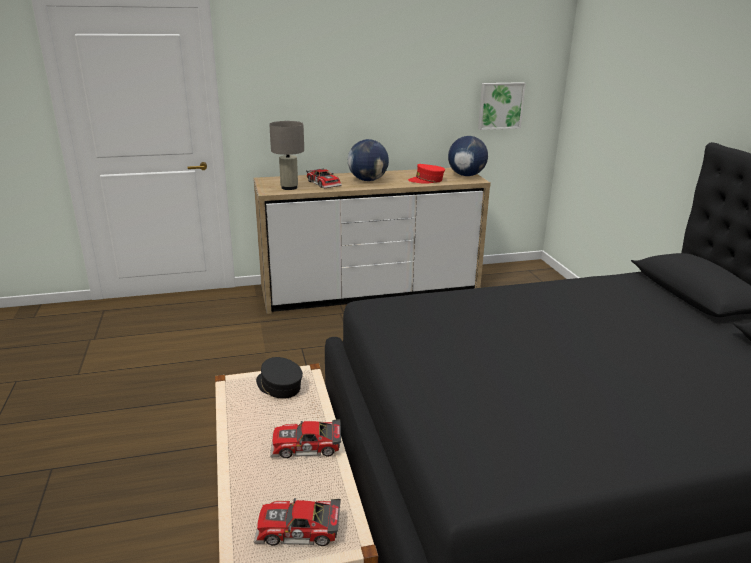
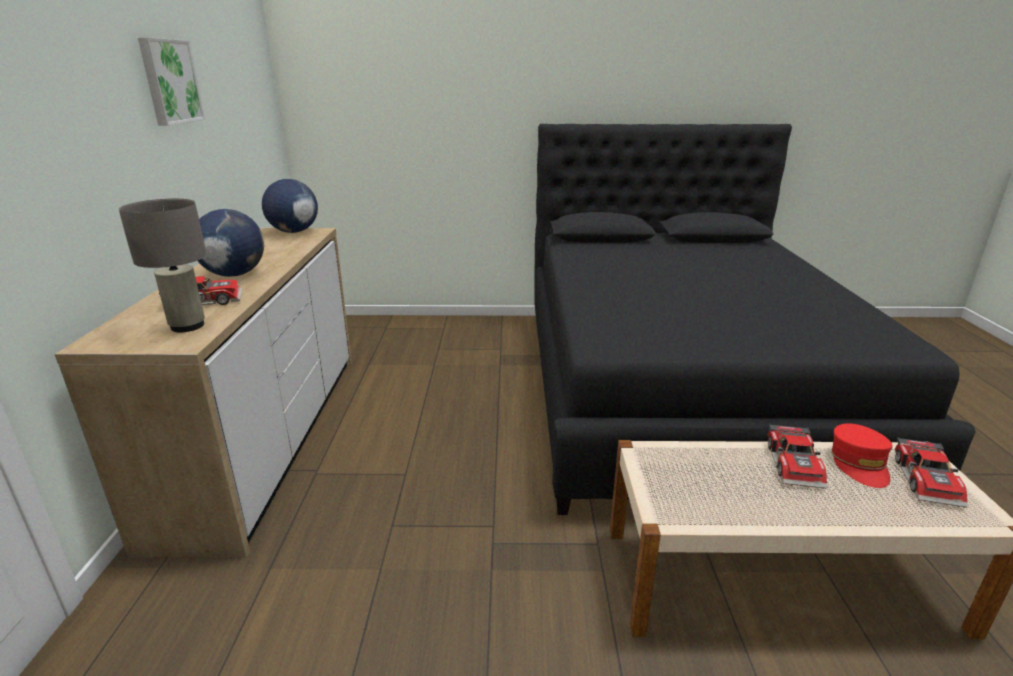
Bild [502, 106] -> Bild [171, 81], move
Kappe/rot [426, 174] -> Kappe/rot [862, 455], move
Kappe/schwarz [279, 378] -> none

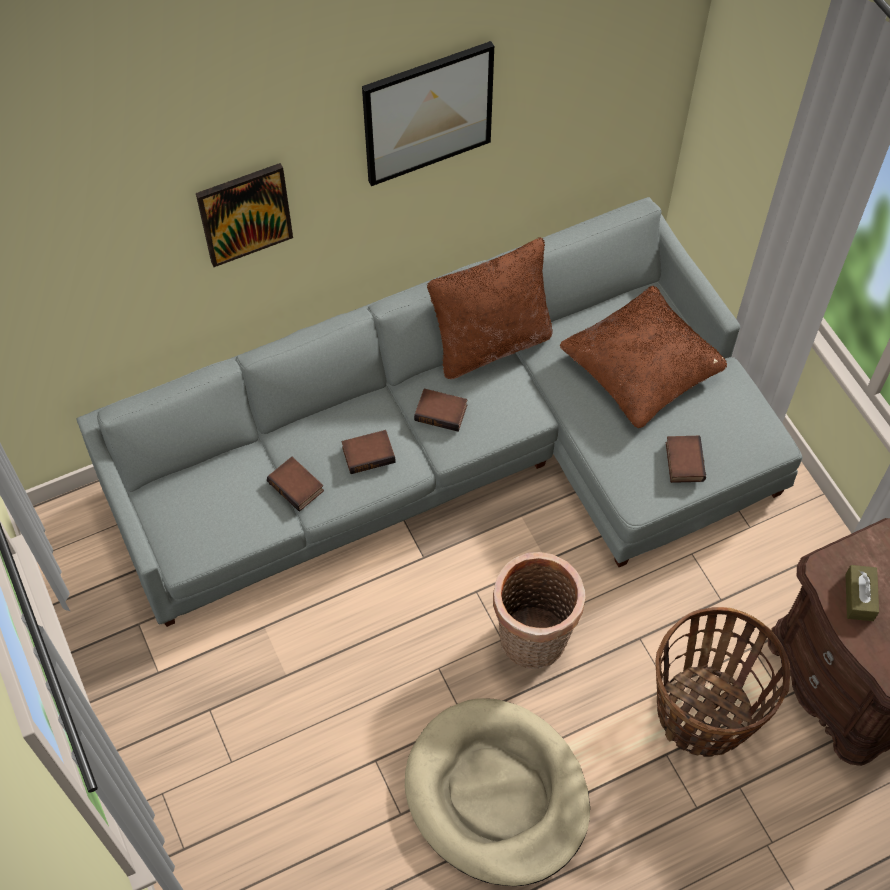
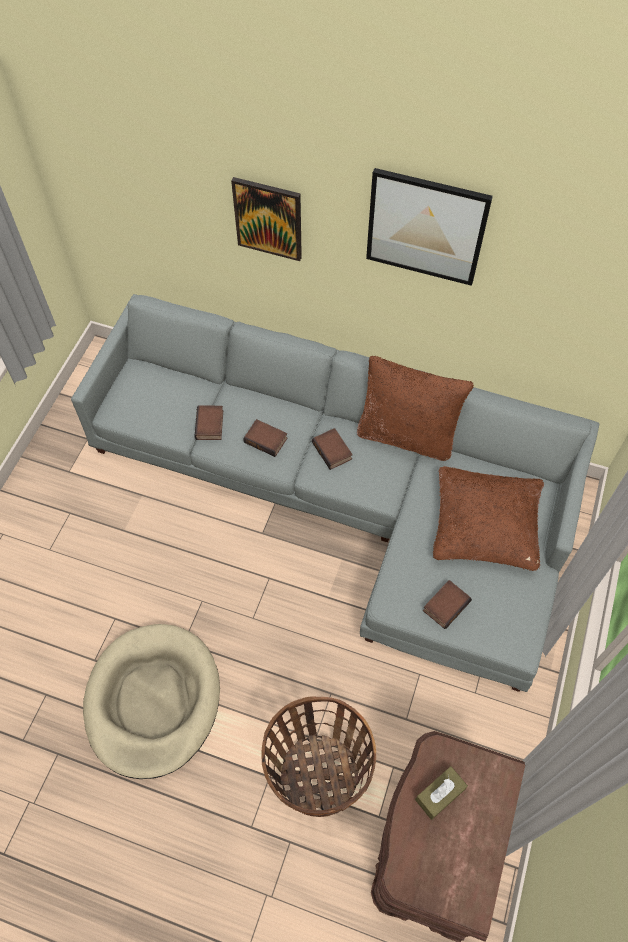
Korb [539, 610] -> none

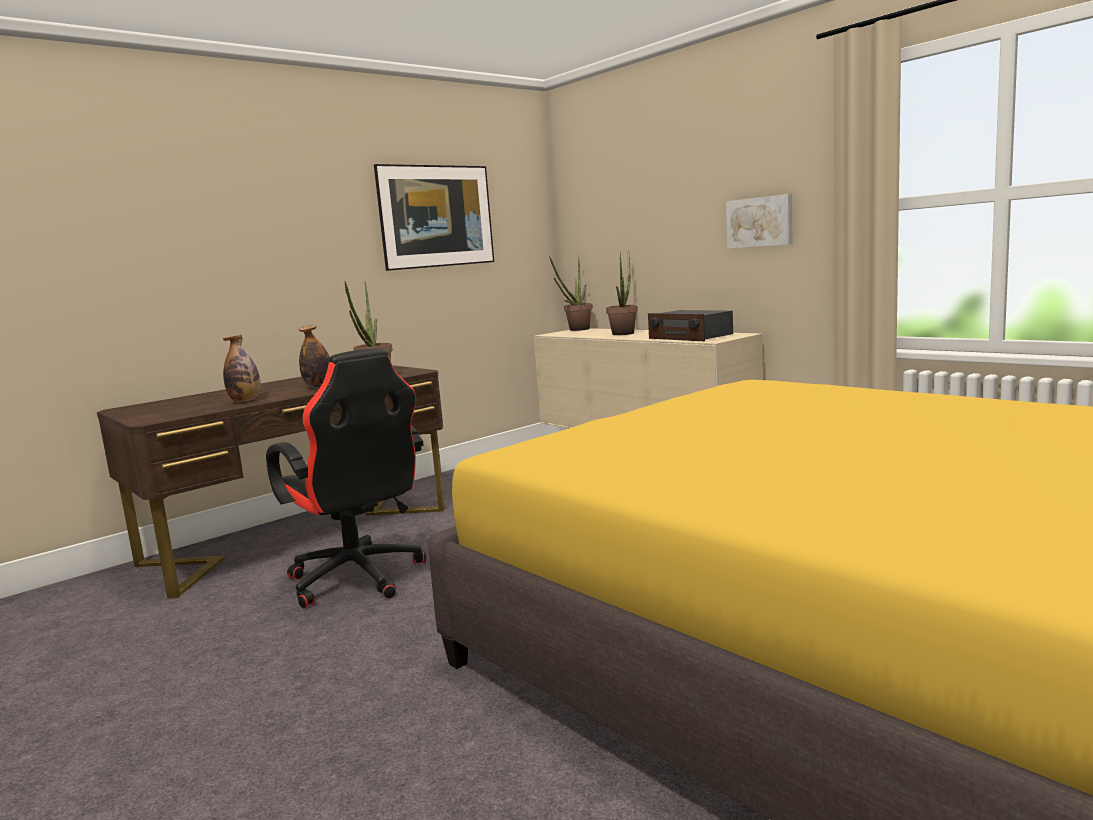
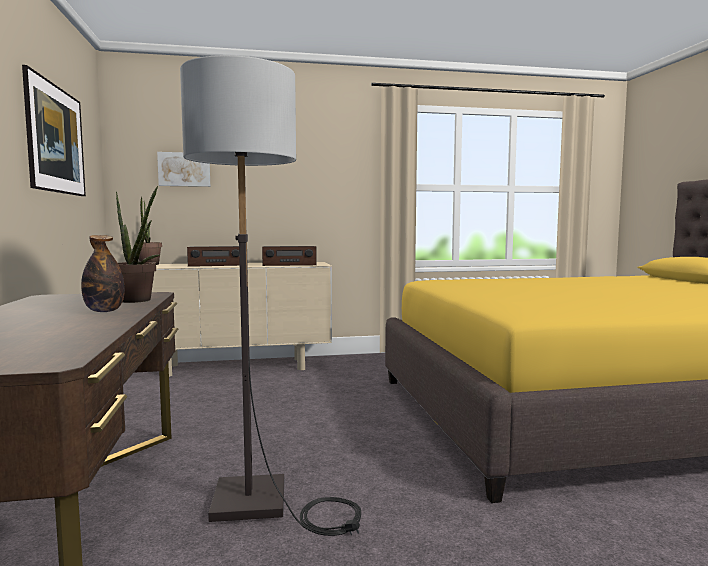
Bild [759, 221] -> Bild [183, 169], move
Bürostuhl/schwarz [346, 478] -> Stehlampe [270, 295]
Topfpflanze [622, 292] -> Radio [213, 256]
Flasche [242, 368] -> none

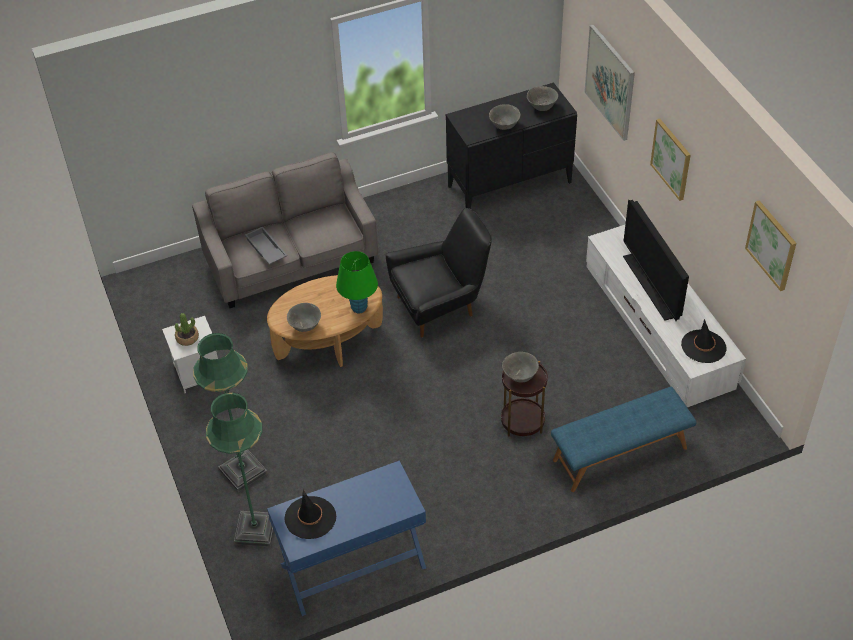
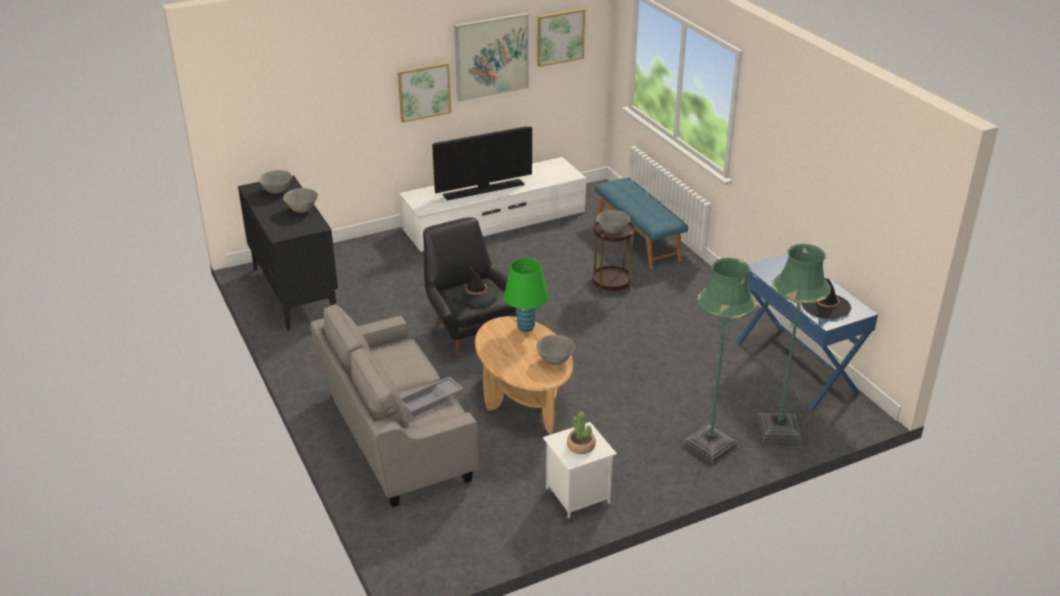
Bild [609, 82] -> Bild [491, 57], move
Hut/schwarz [704, 341] -> Hut/schwarz [476, 286], move

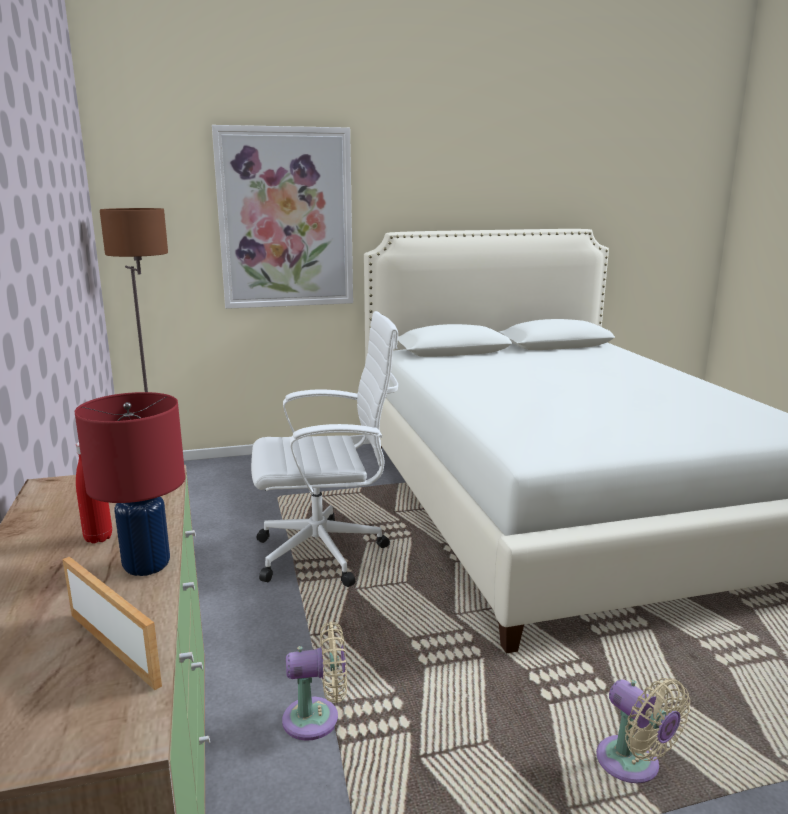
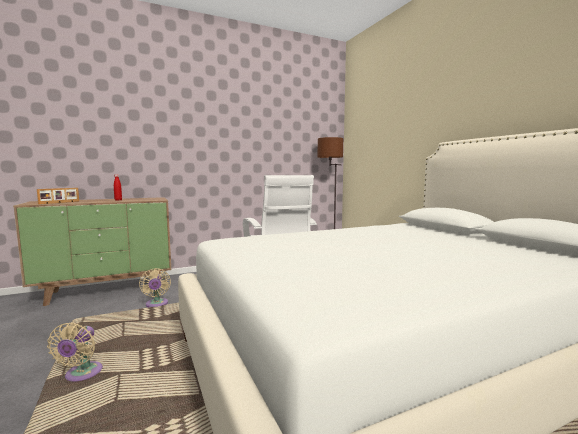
Ventilator/beige [643, 730] -> Ventilator/beige [75, 352], 45 degrees counterclockwise
Tischlampe/rot [130, 484] -> none
Bild [282, 217] -> none

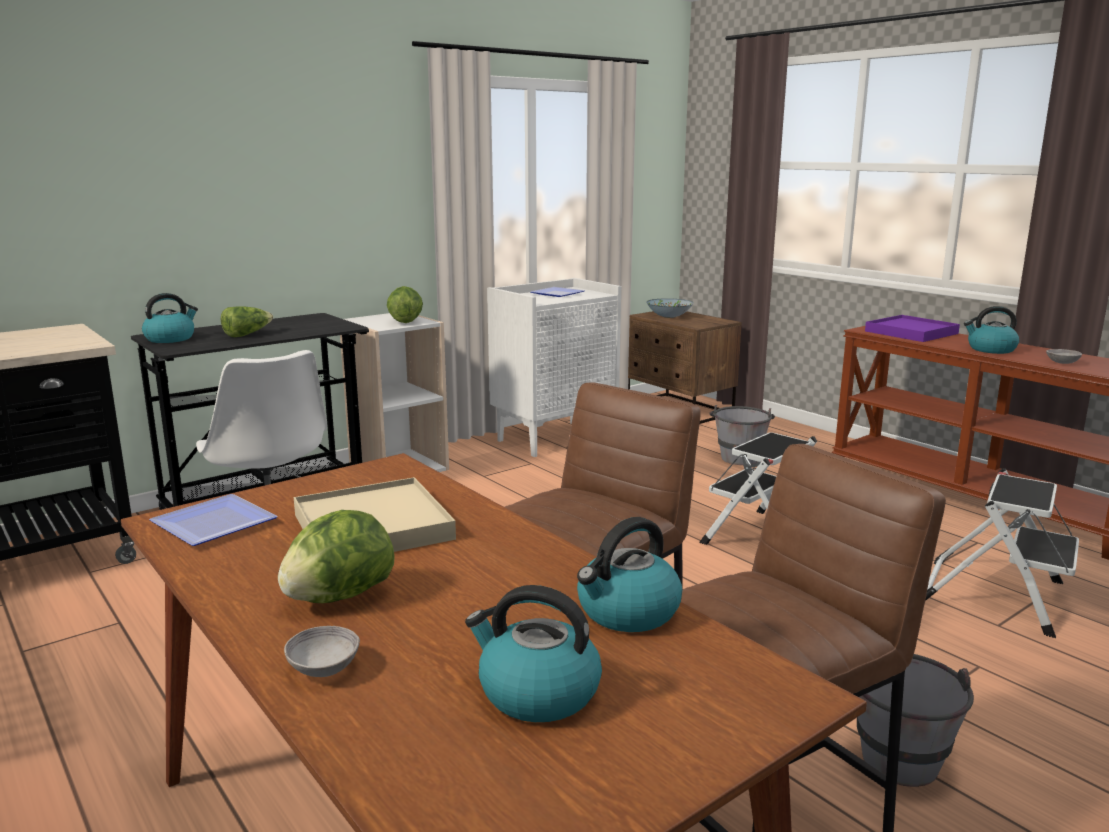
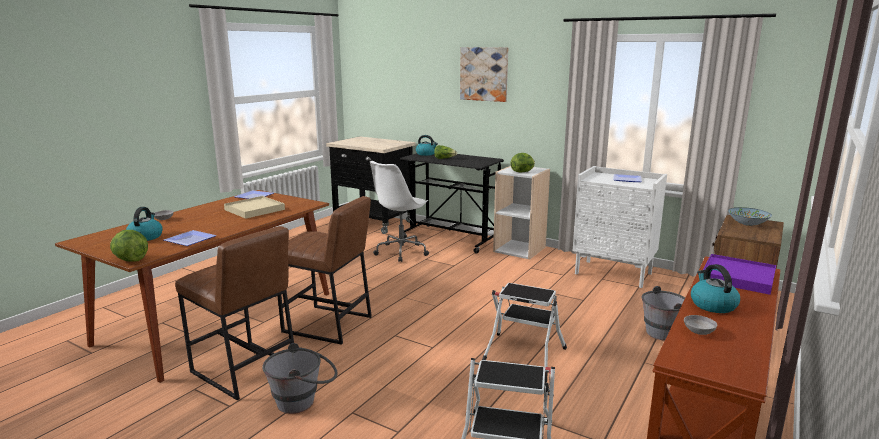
Salatkopf [336, 556] -> Salatkopf [129, 246], move
Wasserkessel [629, 574] -> Teller [190, 238]
none -> Bild [484, 74]

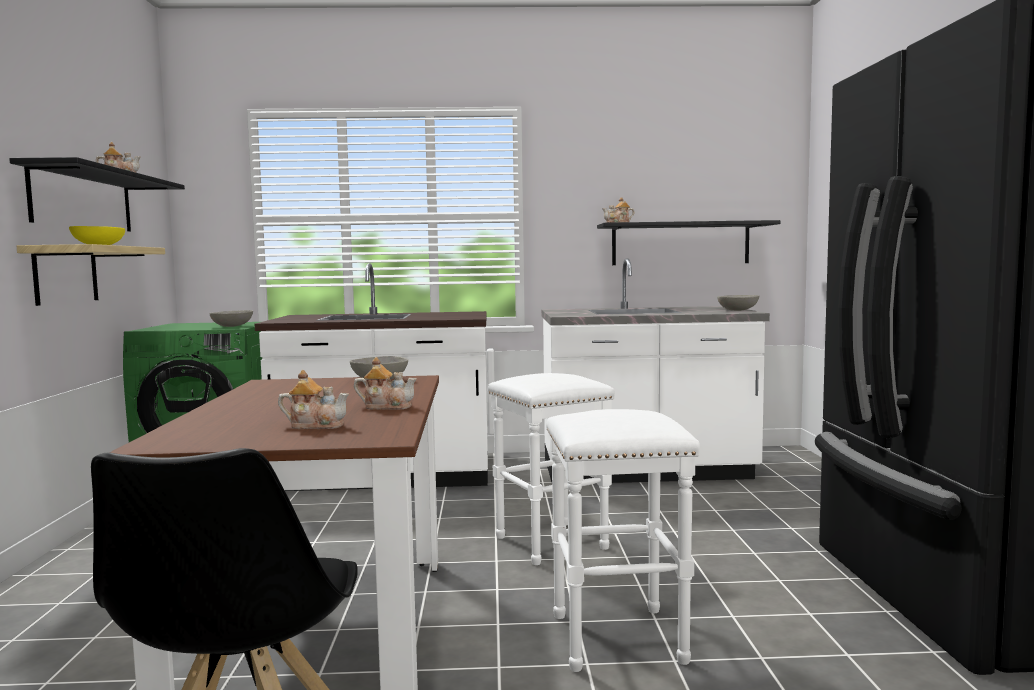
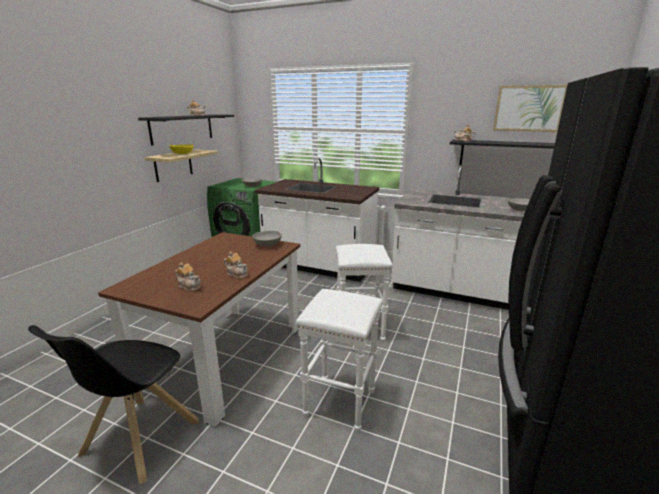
none -> Bild [530, 108]

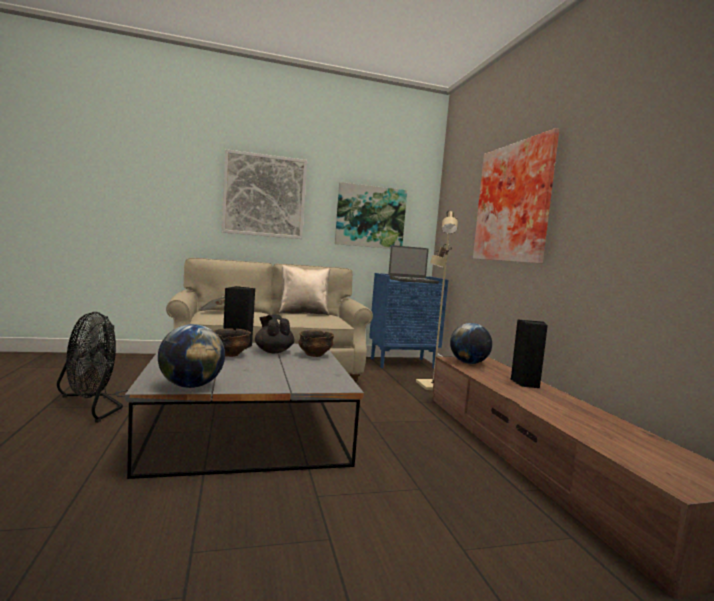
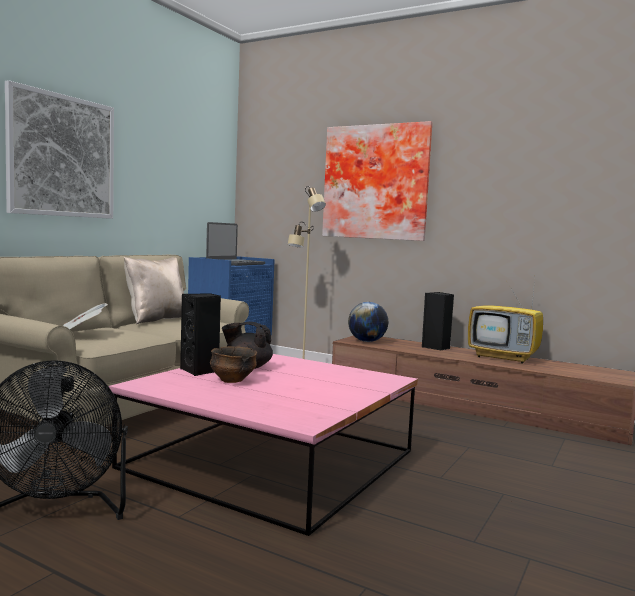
Couchtisch/grau [244, 411] -> Couchtisch/rosa [263, 445]
none -> Fernseher [505, 321]
Globus [191, 356] -> none
Schüssel [316, 343] -> none
Bild [371, 215] -> none

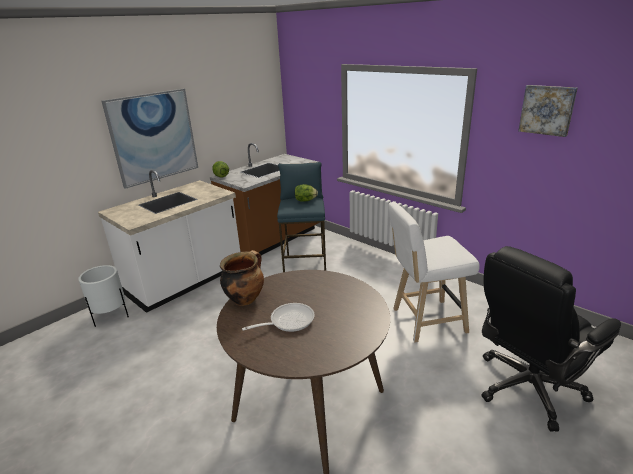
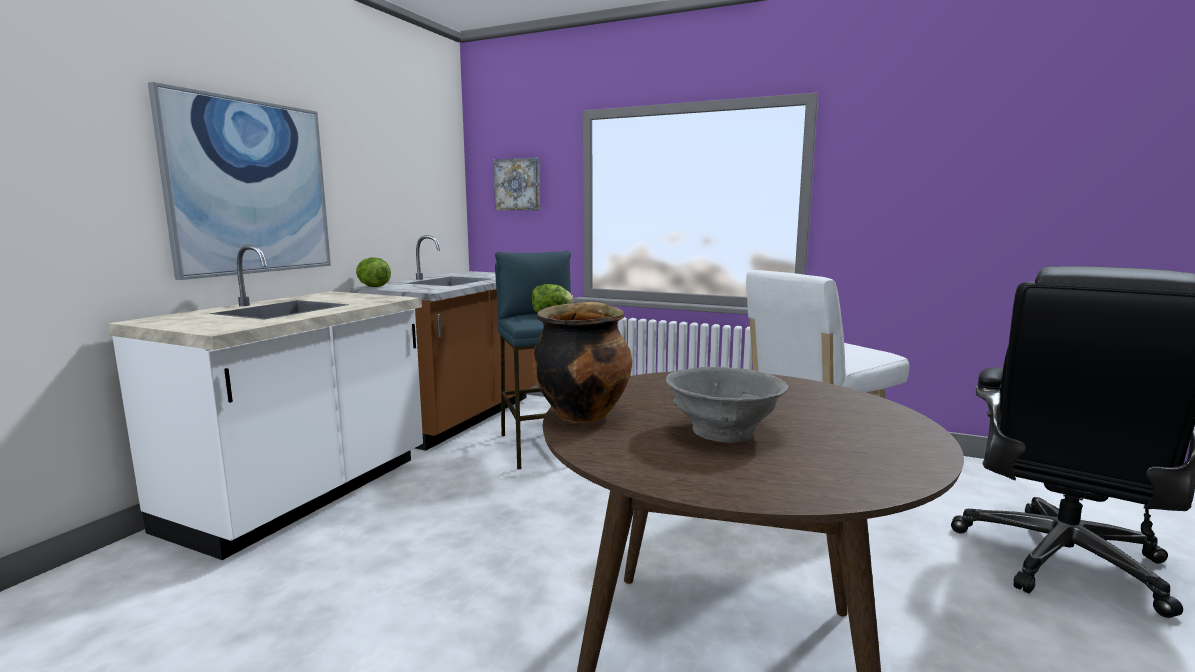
Bild [548, 111] -> Bild [516, 184], move
Pfanne [278, 317] -> Schüssel/grau [727, 405]
Pflanzkübel/weiß [103, 296] -> none

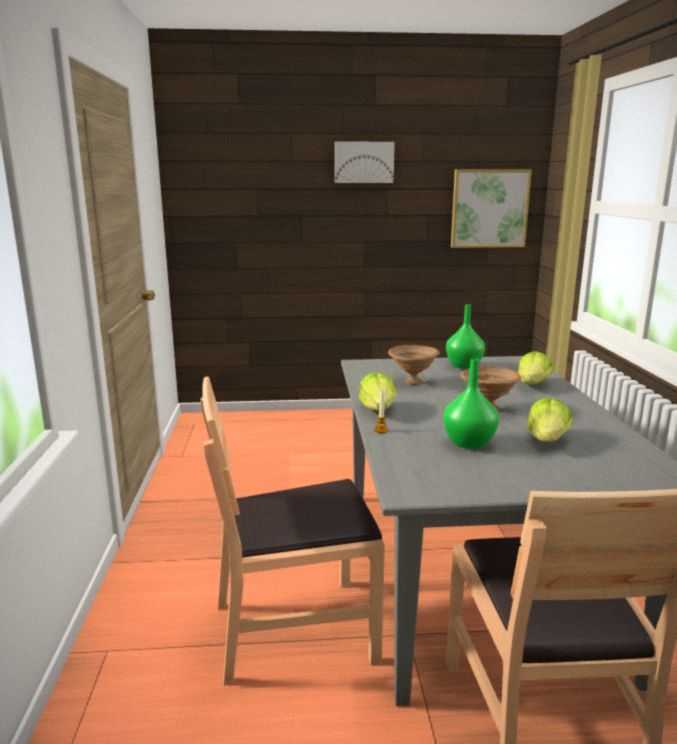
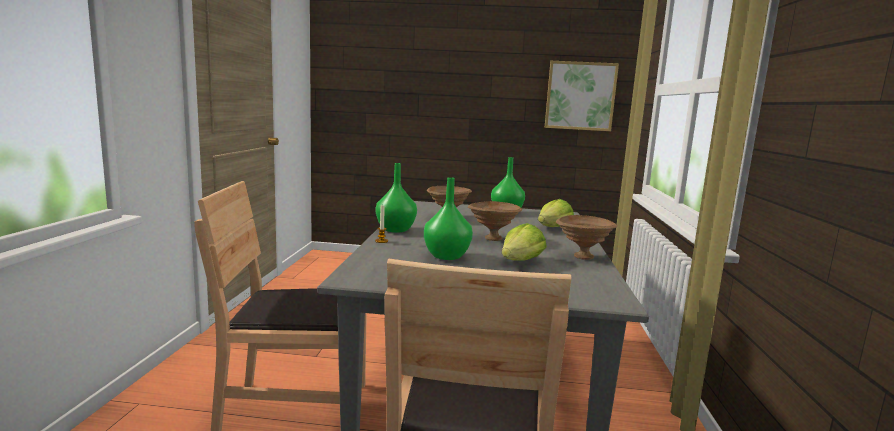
Salatkopf [378, 391] -> Vase/grün [396, 198]
none -> Schüssel/braun [586, 237]
Bild [365, 162] -> none

